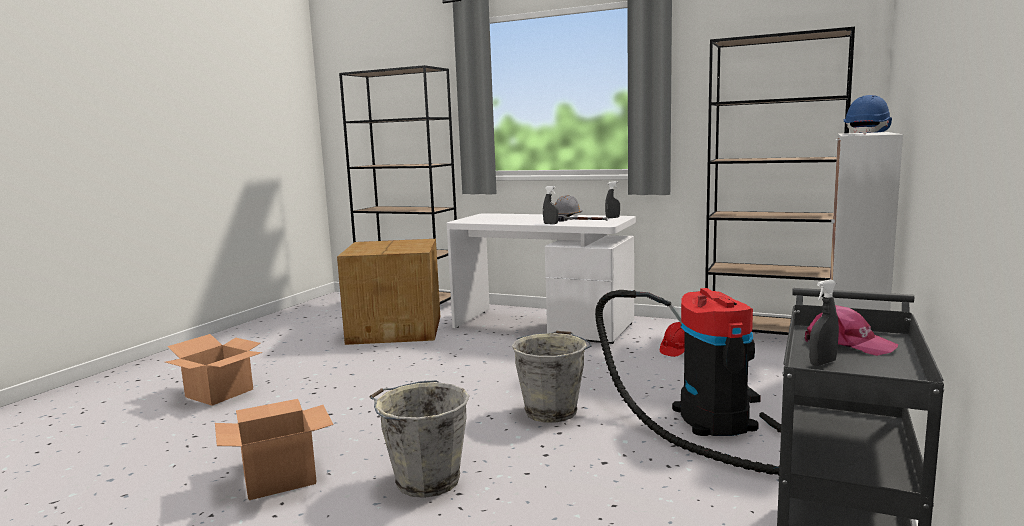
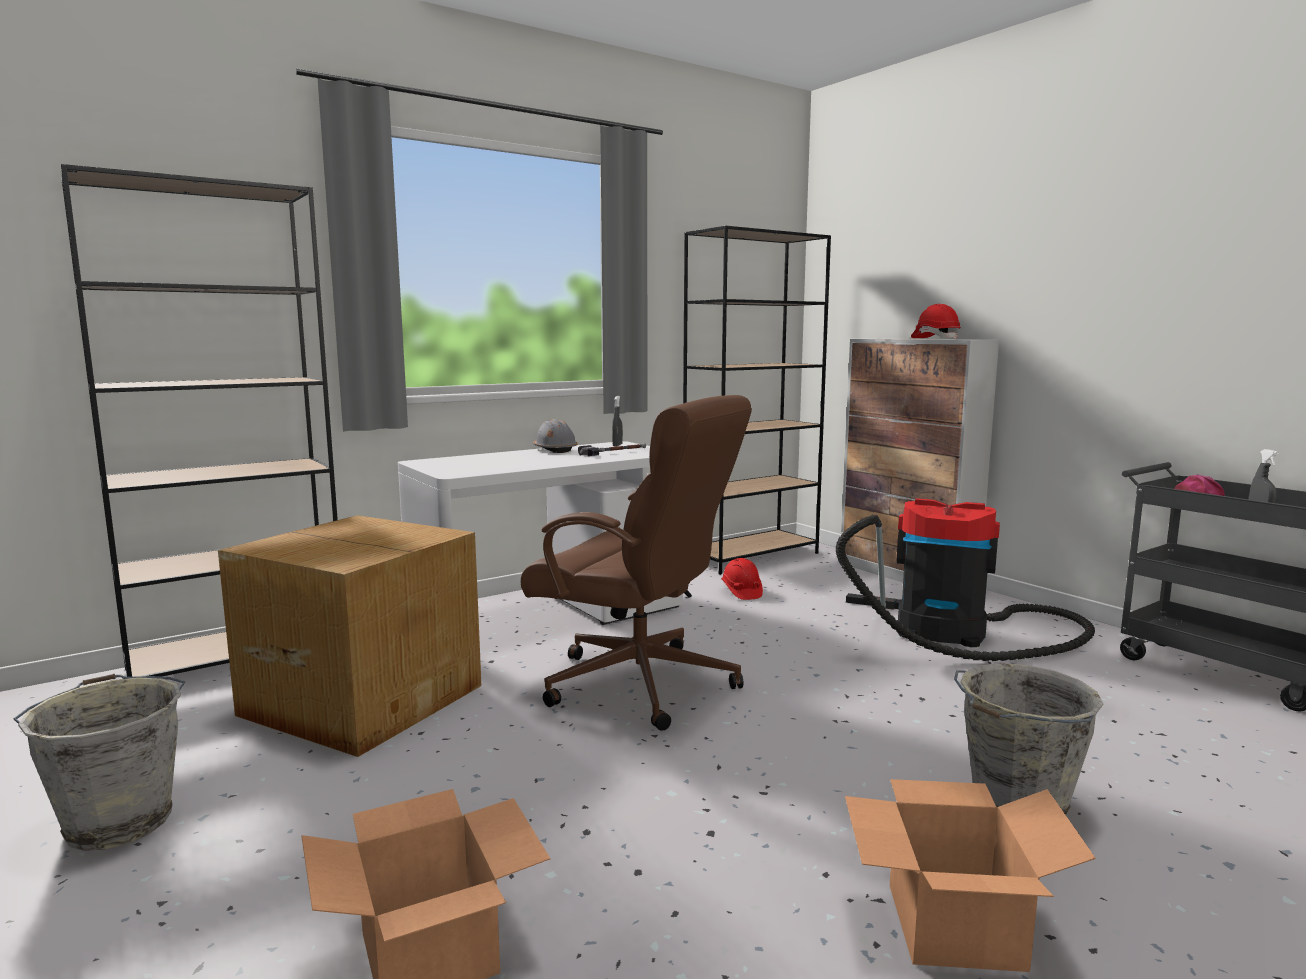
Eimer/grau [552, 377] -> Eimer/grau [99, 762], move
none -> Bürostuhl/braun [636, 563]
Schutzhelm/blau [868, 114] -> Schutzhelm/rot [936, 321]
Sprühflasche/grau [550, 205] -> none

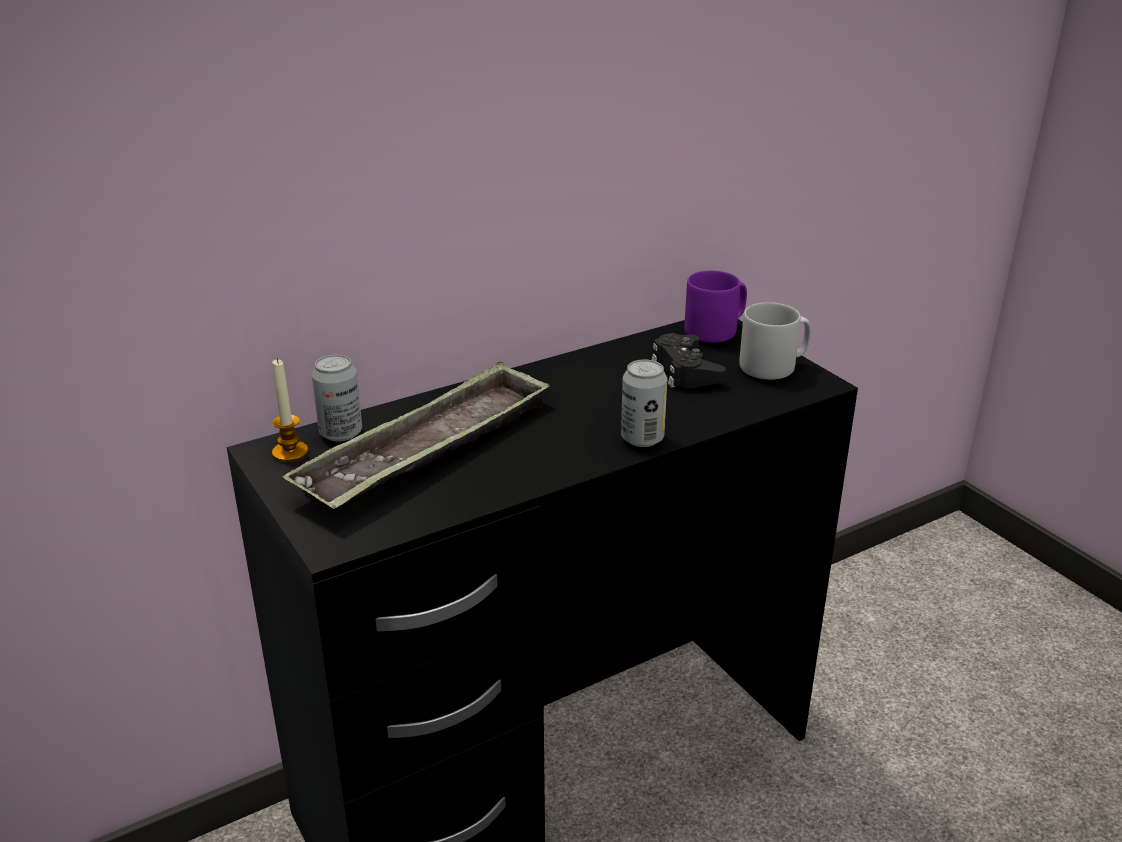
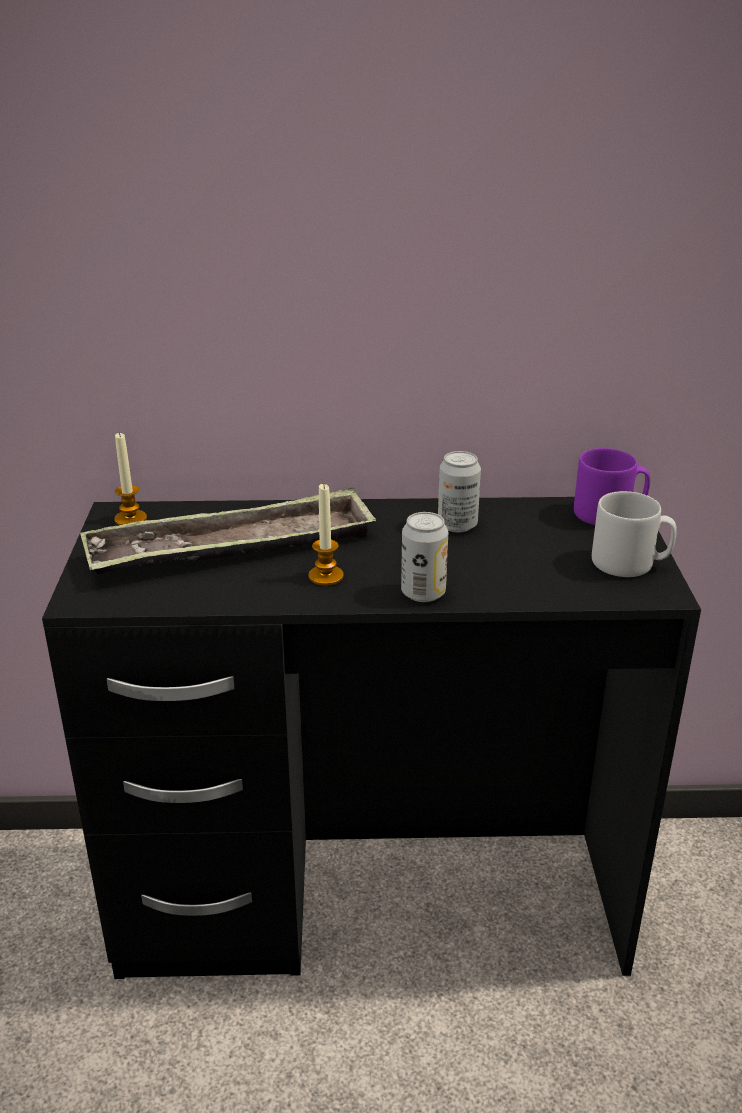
none -> Kerze [326, 535]
Dose [337, 398] -> Dose [459, 491], move
Gamepad/schwarz [689, 361] -> none

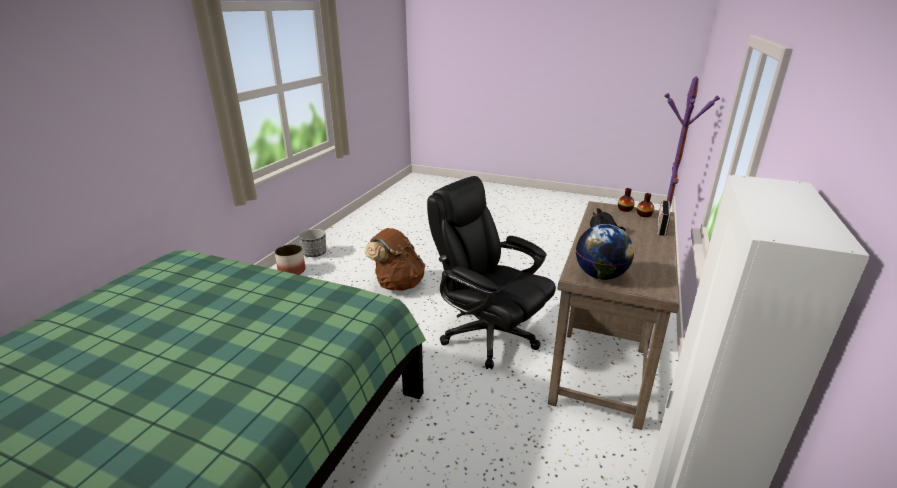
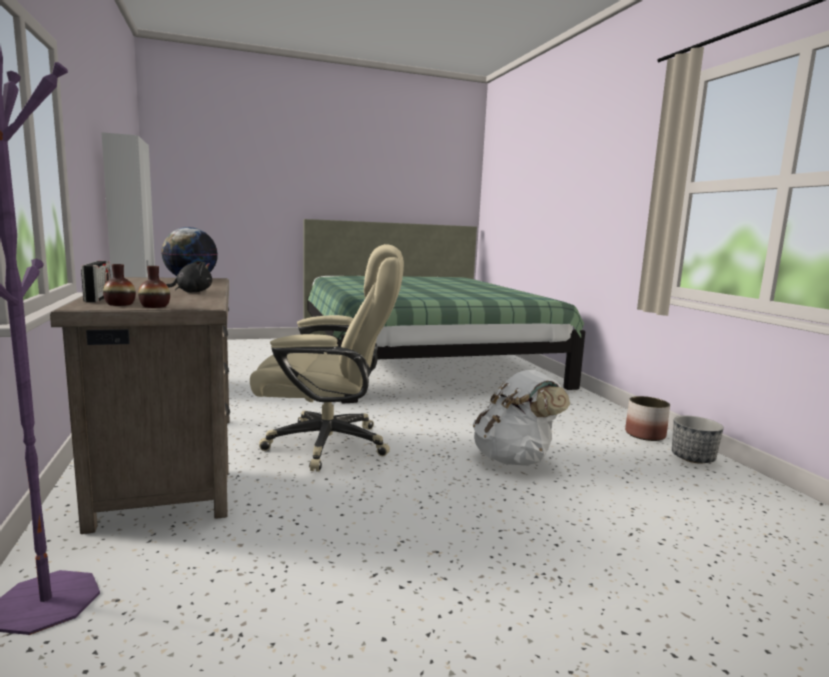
Bürostuhl/schwarz [491, 272] -> Bürostuhl/beige [327, 358]
Rucksack/braun [395, 259] -> Rucksack/weiß [521, 418]

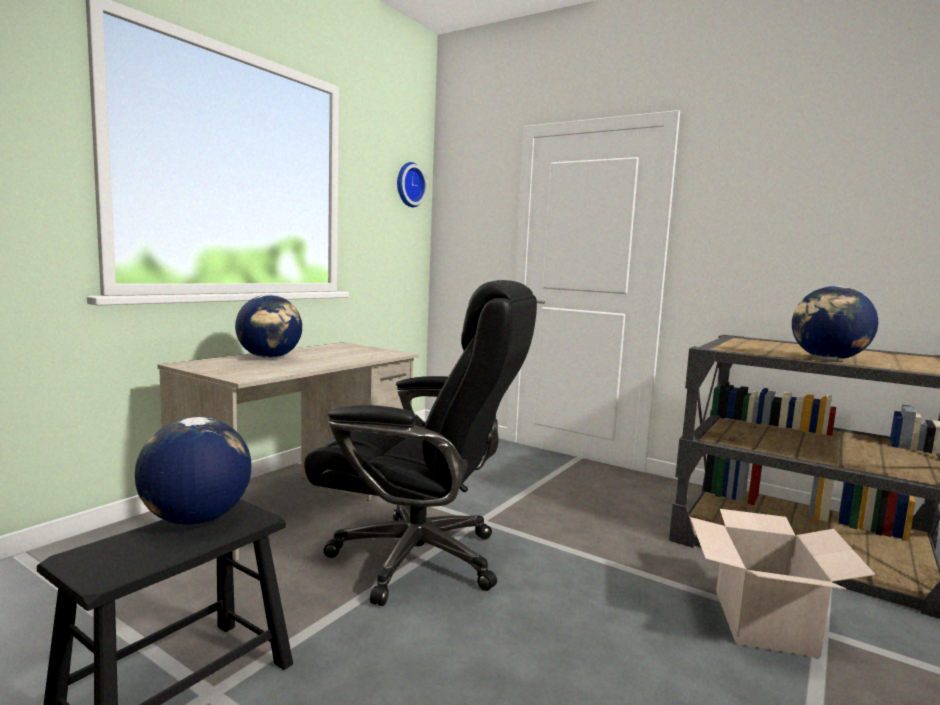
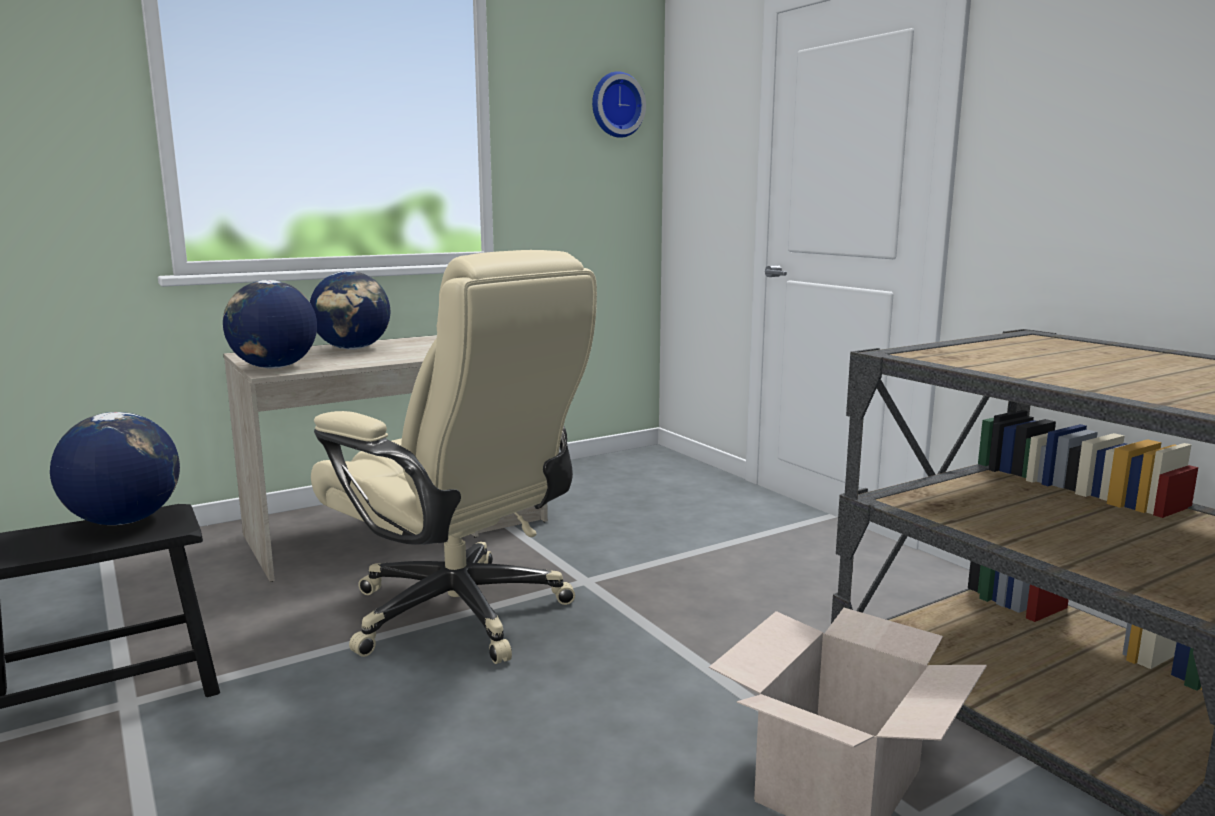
Globus [835, 323] -> Globus [270, 324], move
Bürostuhl/schwarz [420, 443] -> Bürostuhl/beige [454, 457]

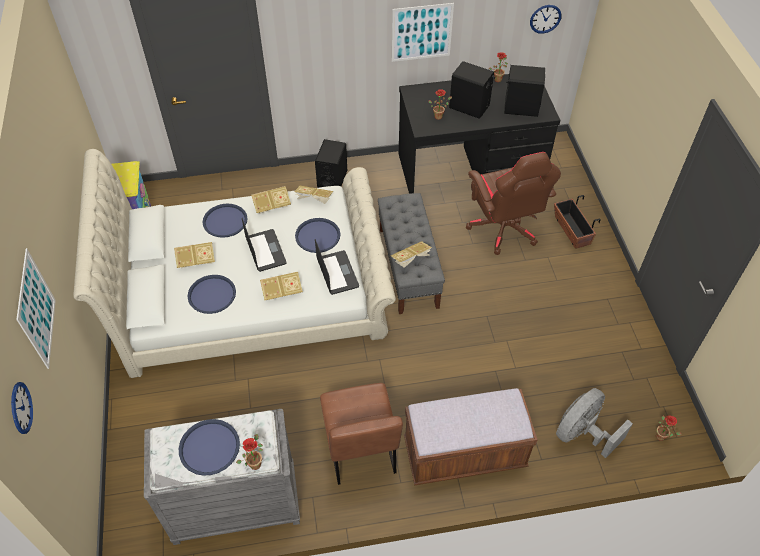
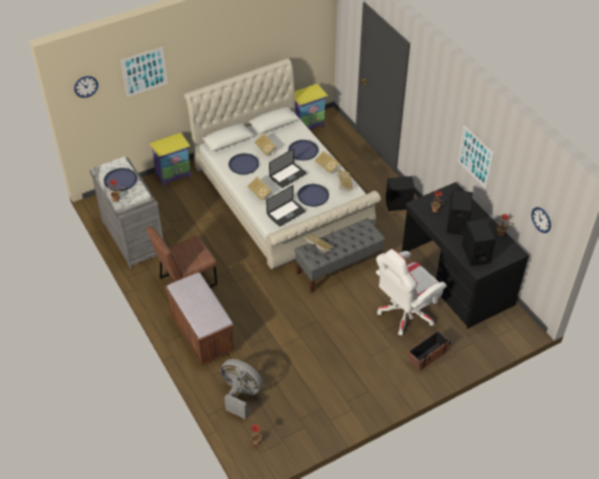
none -> Nachttisch [170, 160]
Bürostuhl/braun [513, 203] -> Bürostuhl/weiß [411, 292]

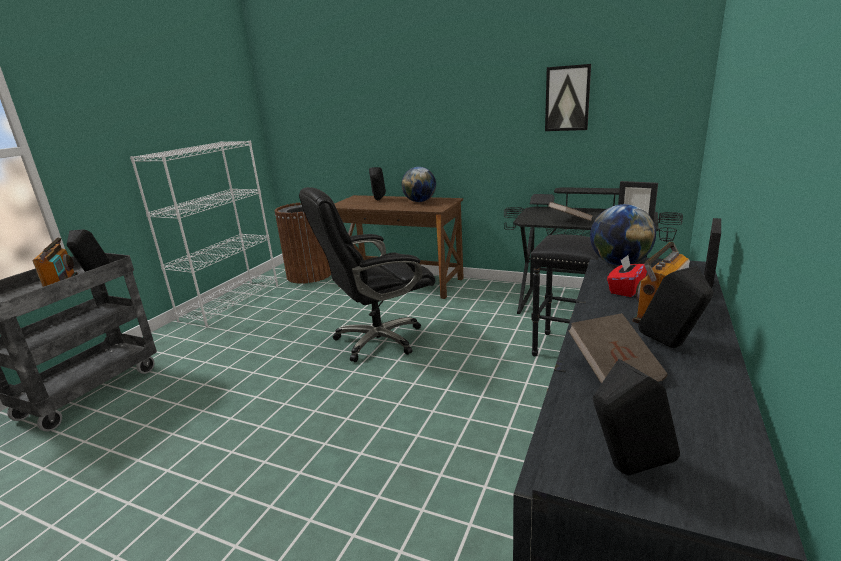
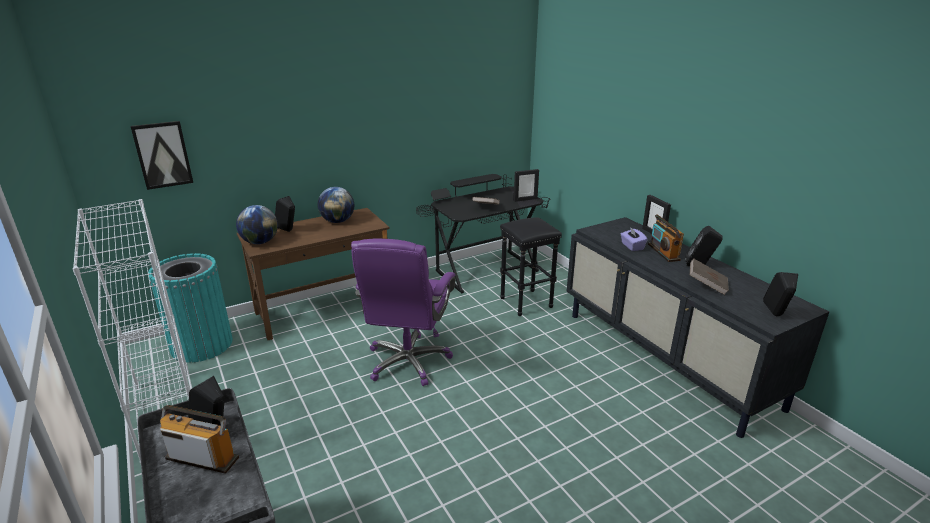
Bild [568, 97] -> Bild [161, 155], move
Mülleimer/braun [303, 243] -> Mülleimer/türkis [190, 308]
Globus [623, 234] -> Globus [257, 224], move
Bürostuhl/schwarz [367, 274] -> Bürostuhl/lila [403, 312]
Taschentuchbox/rot [627, 276] -> Taschentuchbox/lila [634, 239]

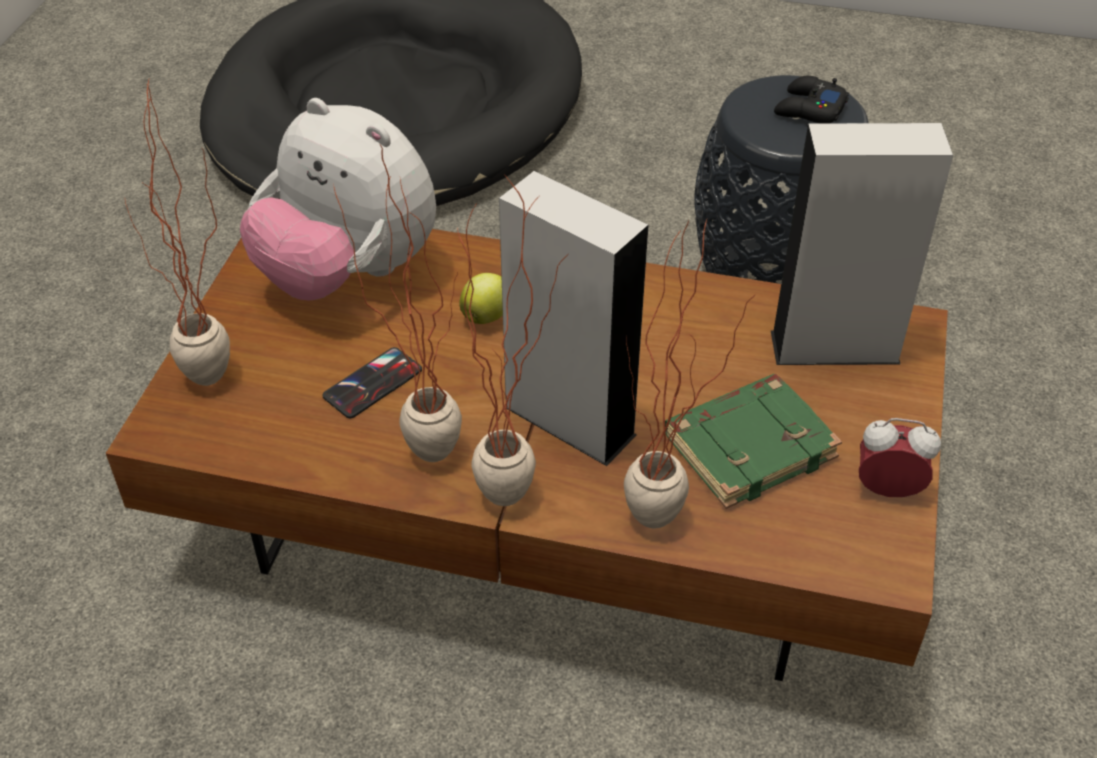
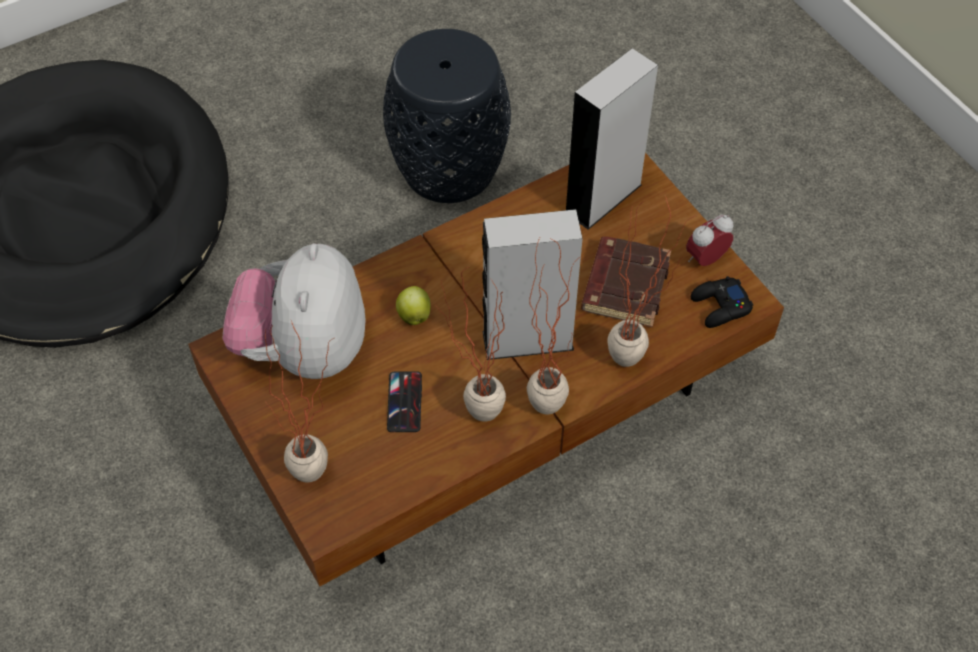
Plüschtier [338, 199] -> Plüschtier [294, 311], 105 degrees clockwise
Buch/grün [753, 441] -> Buch/braun [626, 281]
Gamepad/schwarz [811, 99] -> Gamepad/schwarz [722, 302], move

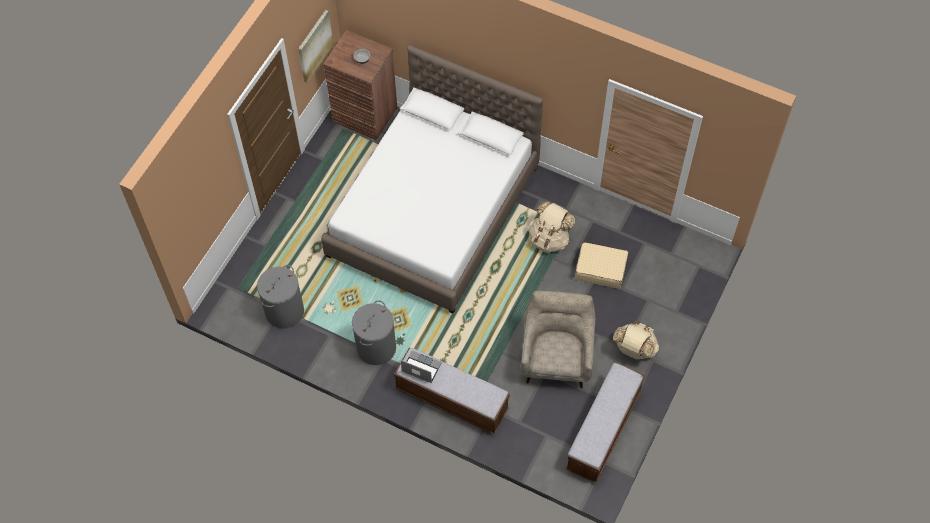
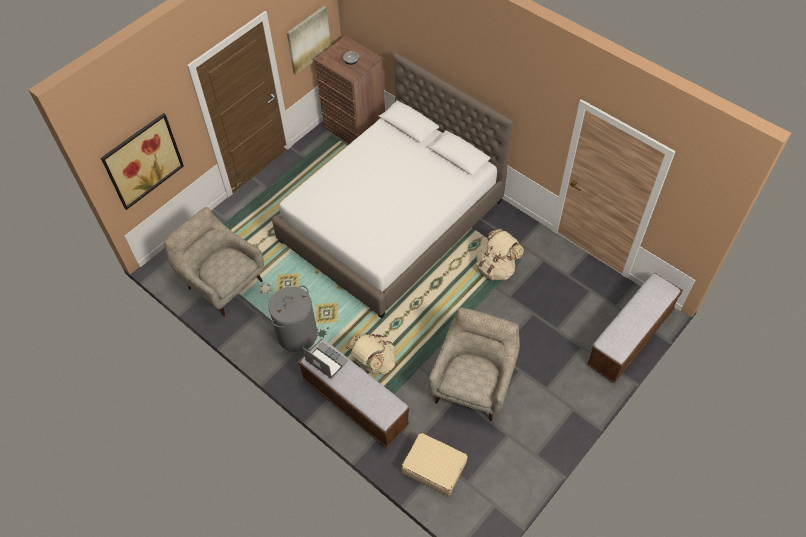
none -> Bild [142, 161]
Wäschekorb/grau [280, 297] -> Sessel/beige [213, 262]
Rucksack/beige [636, 340] -> Rucksack/beige [370, 354], move
Koffer/beige [601, 265] -> Koffer/beige [434, 464], move
Bank [605, 422] -> Bank [635, 328], move

